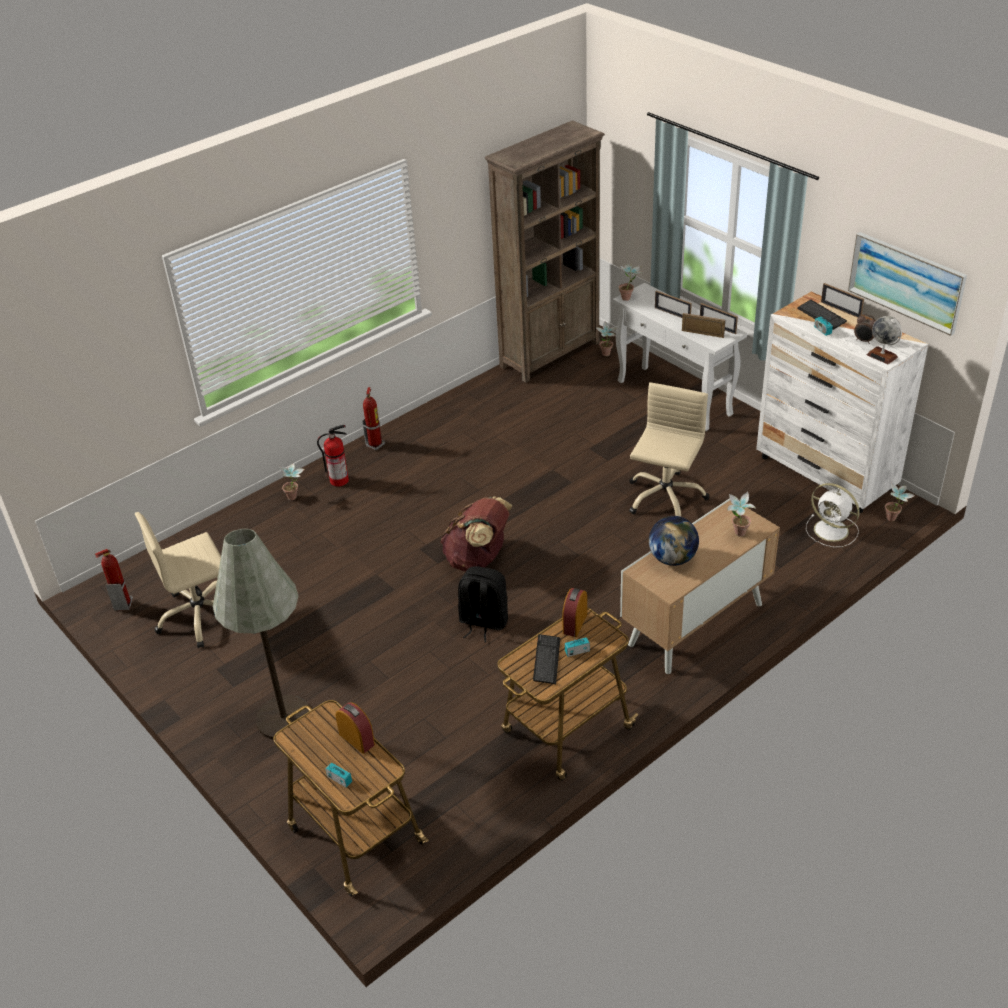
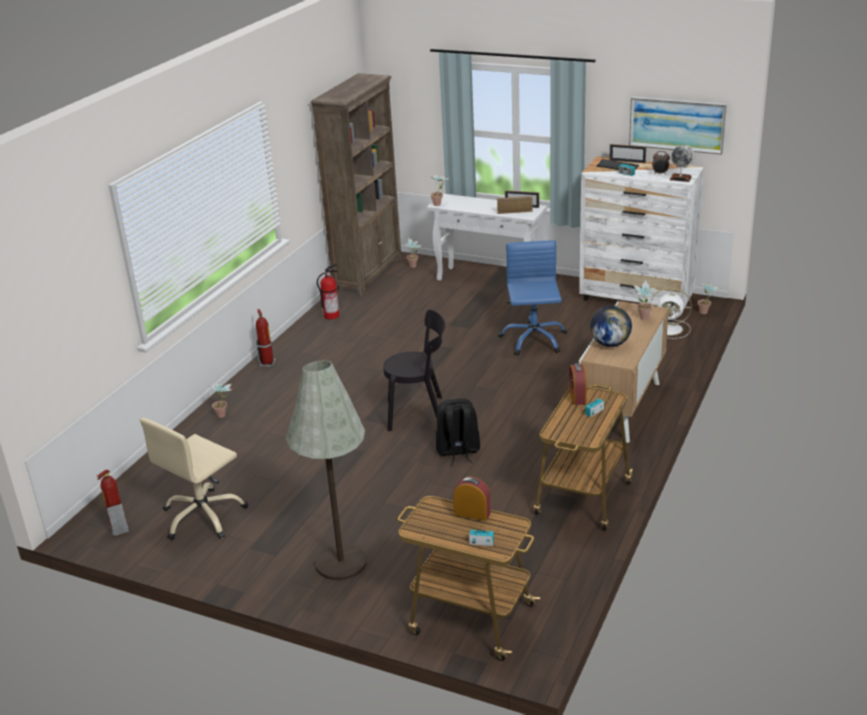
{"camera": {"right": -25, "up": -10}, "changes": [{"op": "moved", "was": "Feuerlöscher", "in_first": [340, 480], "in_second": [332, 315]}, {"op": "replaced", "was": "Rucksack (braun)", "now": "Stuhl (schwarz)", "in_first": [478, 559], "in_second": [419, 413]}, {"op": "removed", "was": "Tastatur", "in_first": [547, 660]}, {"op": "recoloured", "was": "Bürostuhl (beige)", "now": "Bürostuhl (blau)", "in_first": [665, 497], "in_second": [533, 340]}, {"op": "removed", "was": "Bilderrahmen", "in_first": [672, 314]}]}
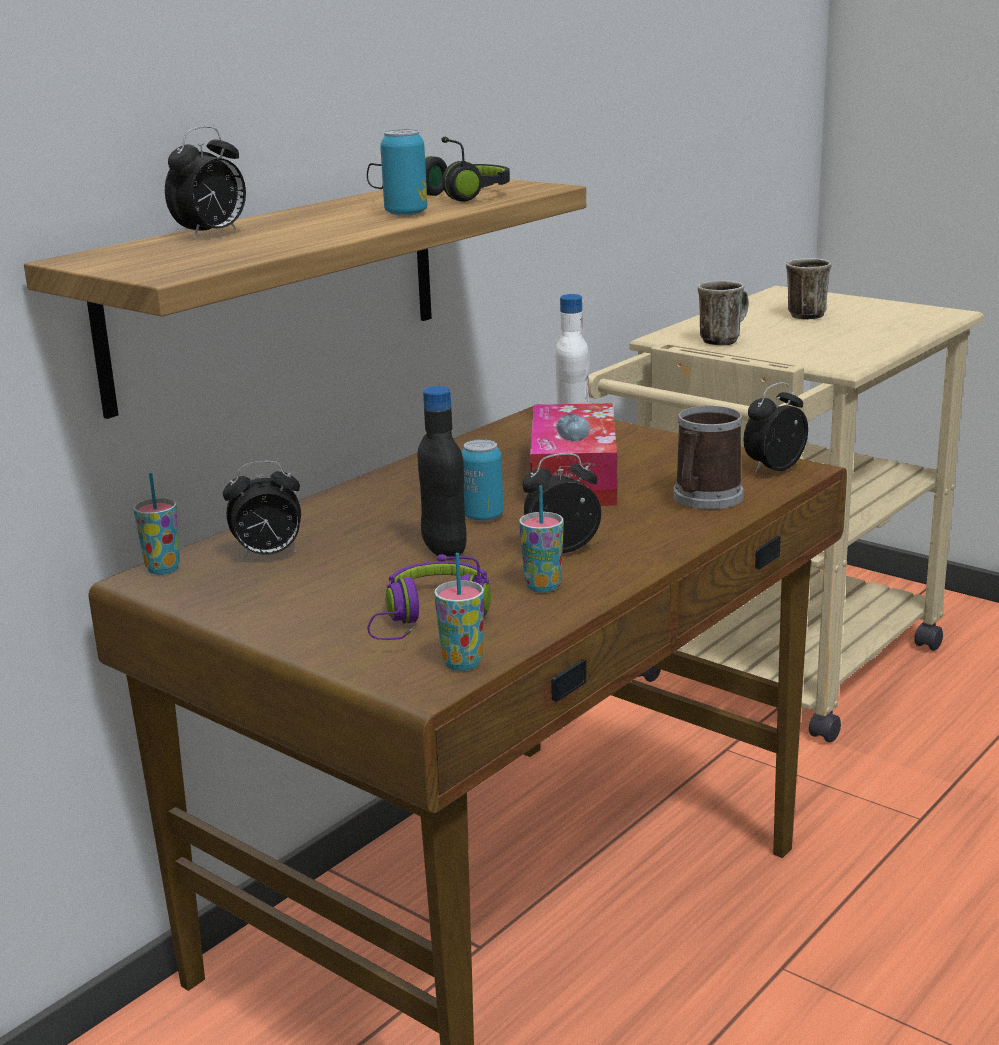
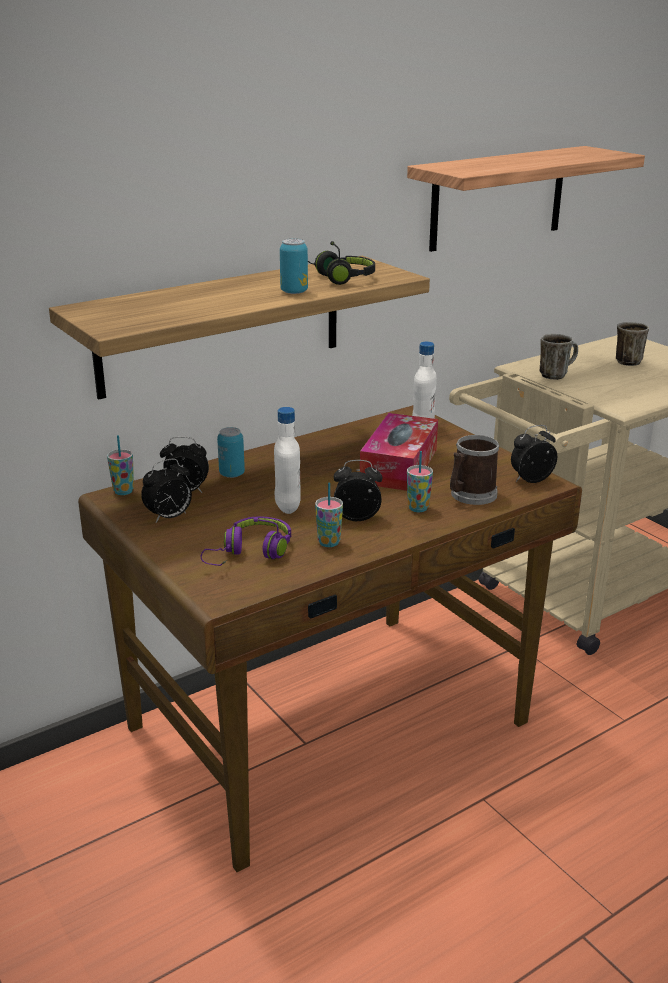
{"camera": {"right": 15, "up": 5}, "changes": [{"op": "moved", "was": "Wecker", "in_first": [211, 234], "in_second": [169, 517]}, {"op": "recoloured", "was": "Flasche (schwarz)", "now": "Flasche (weiß)", "in_first": [444, 550], "in_second": [287, 506]}, {"op": "moved", "was": "Tasse", "in_first": [462, 663], "in_second": [418, 508]}, {"op": "moved", "was": "Dose", "in_first": [483, 516], "in_second": [232, 474]}, {"op": "added", "now": "Wandregal", "in_second": [498, 198]}]}
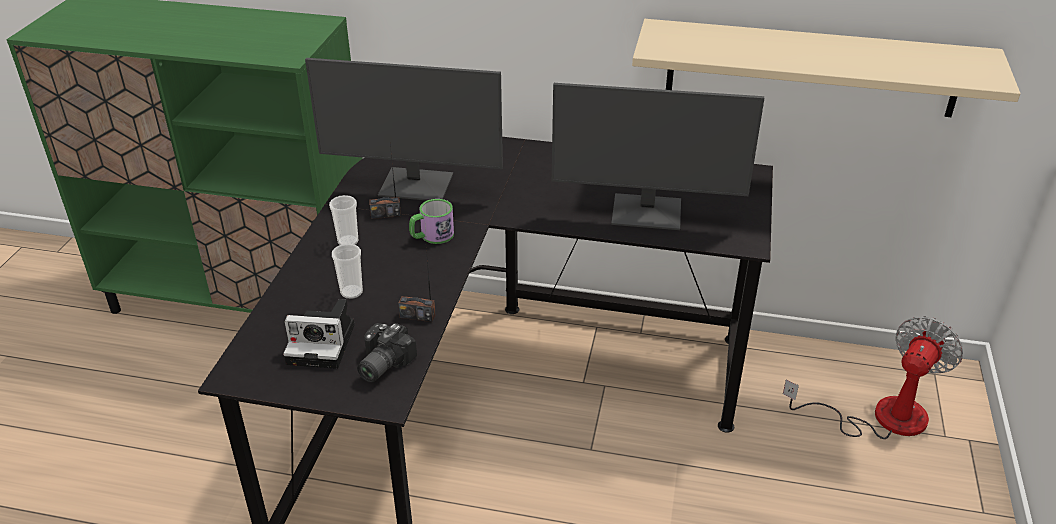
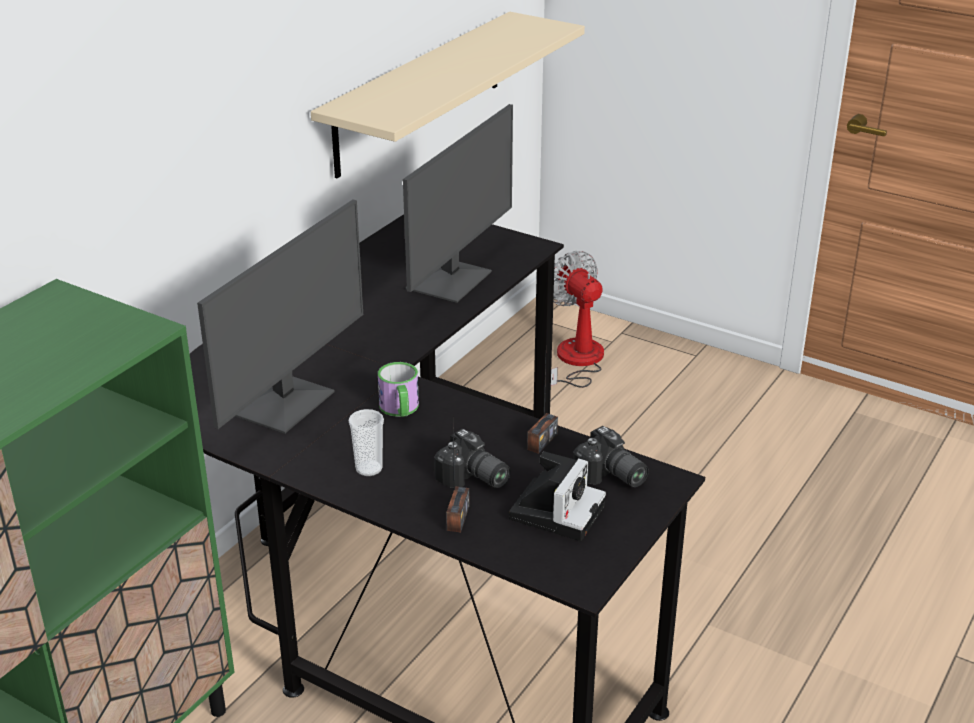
{"camera": {"right": -70, "up": -5}, "changes": [{"op": "replaced", "was": "Tasse", "now": "Kamera", "in_first": [351, 292], "in_second": [473, 479]}, {"op": "moved", "was": "Radio", "in_first": [385, 214], "in_second": [457, 518]}]}
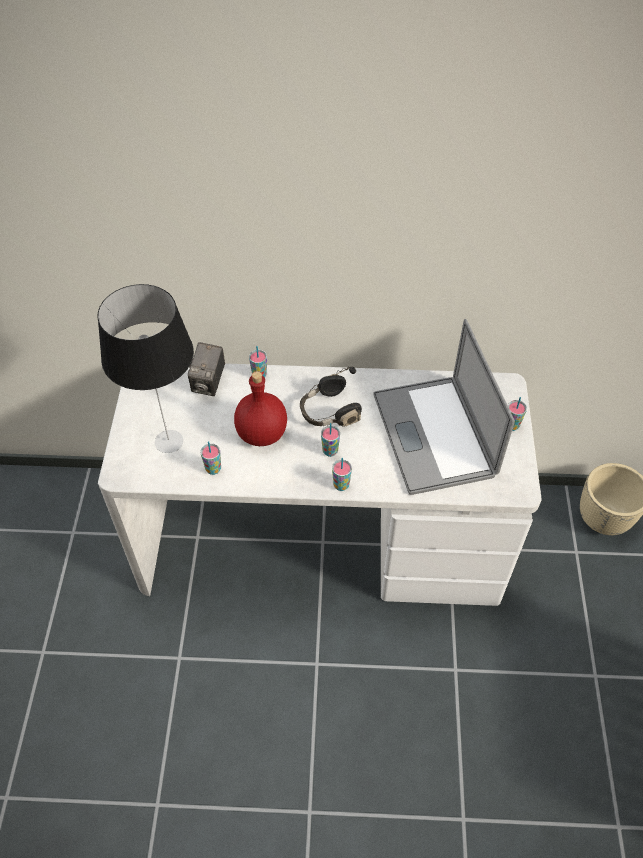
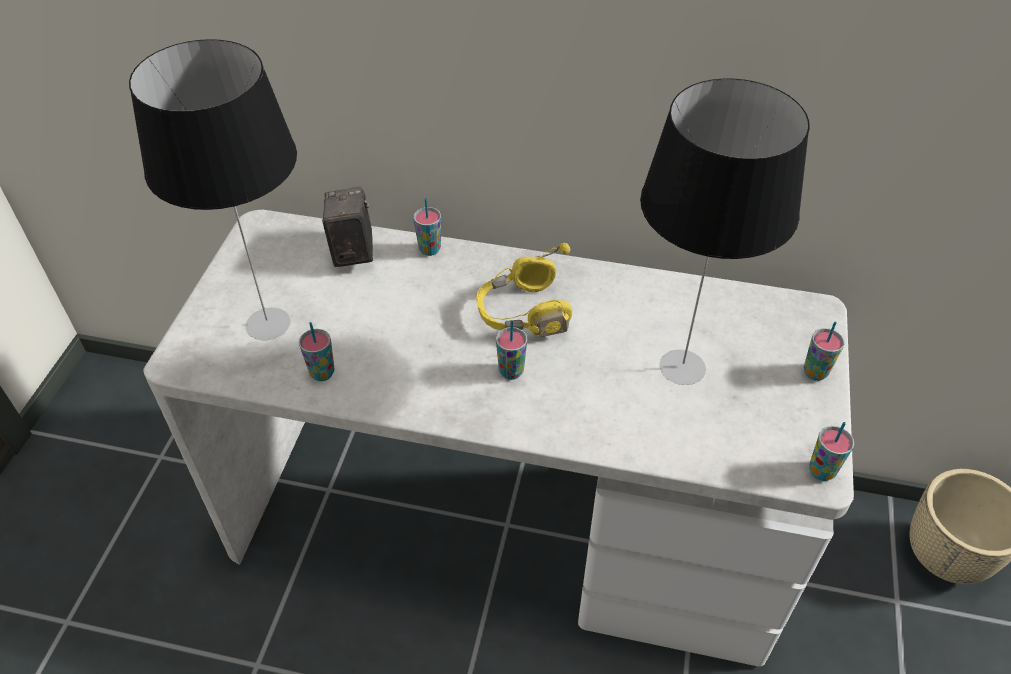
{"camera": {"right": 10, "up": -5}, "changes": [{"op": "turned", "was": "Kamera", "in_first": [209, 383], "in_second": [352, 251], "clockwise": 150}, {"op": "removed", "was": "Flasche (rot)", "in_first": [263, 434]}, {"op": "recoloured", "was": "Kopfhörer (schwarz)", "now": "Kopfhörer (gelb)", "in_first": [329, 411], "in_second": [523, 313]}, {"op": "moved", "was": "Tasse", "in_first": [341, 485], "in_second": [821, 471]}, {"op": "replaced", "was": "Laptop", "now": "Tischlampe", "in_first": [433, 434], "in_second": [683, 368]}]}
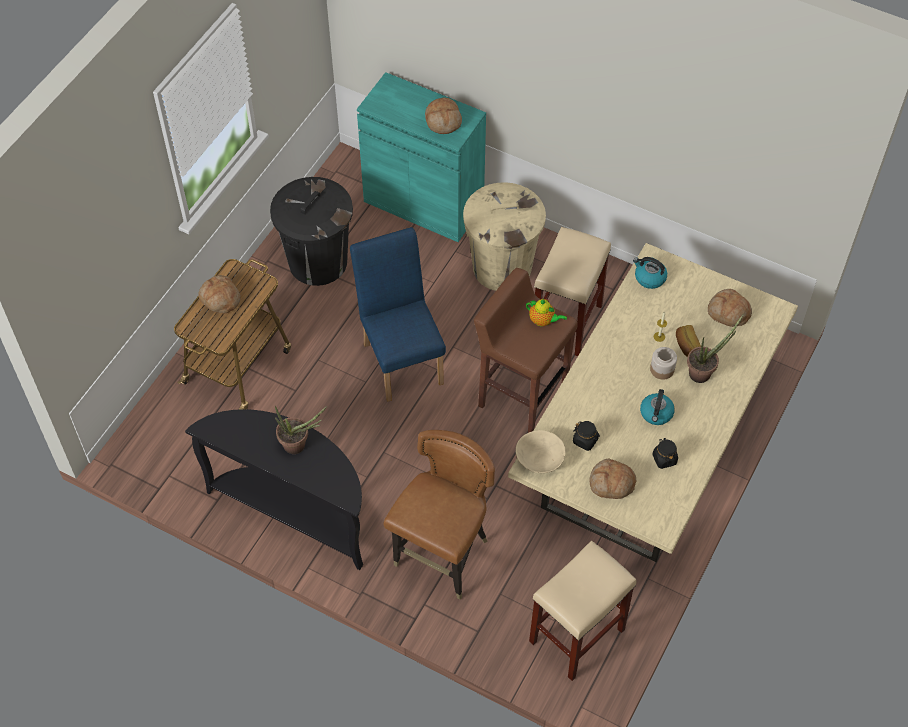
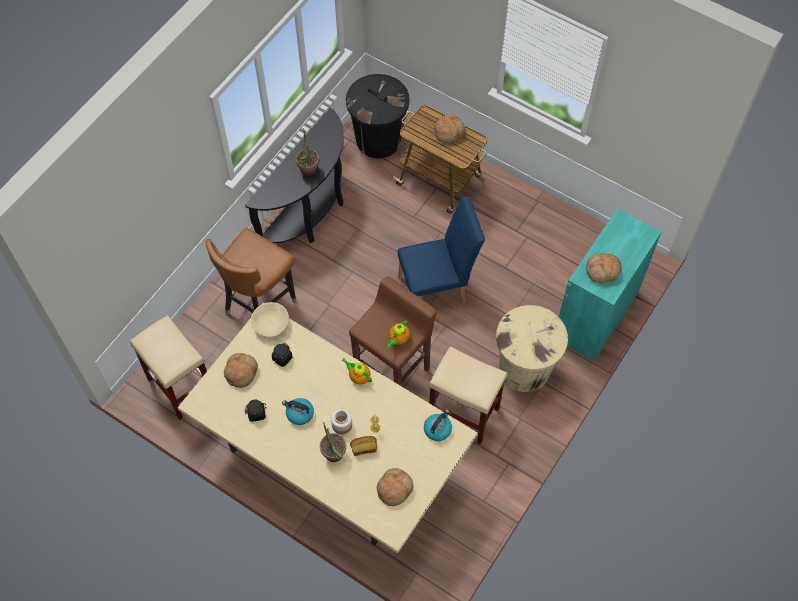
{"camera": {"right": 95, "up": 5}, "changes": [{"op": "moved", "was": "Mülleimer (schwarz)", "in_first": [317, 262], "in_second": [378, 139]}, {"op": "turned", "was": "Stuhl (braun)", "in_first": [443, 557], "in_second": [259, 304], "clockwise": 90}, {"op": "added", "now": "Teekanne", "in_second": [358, 377]}]}
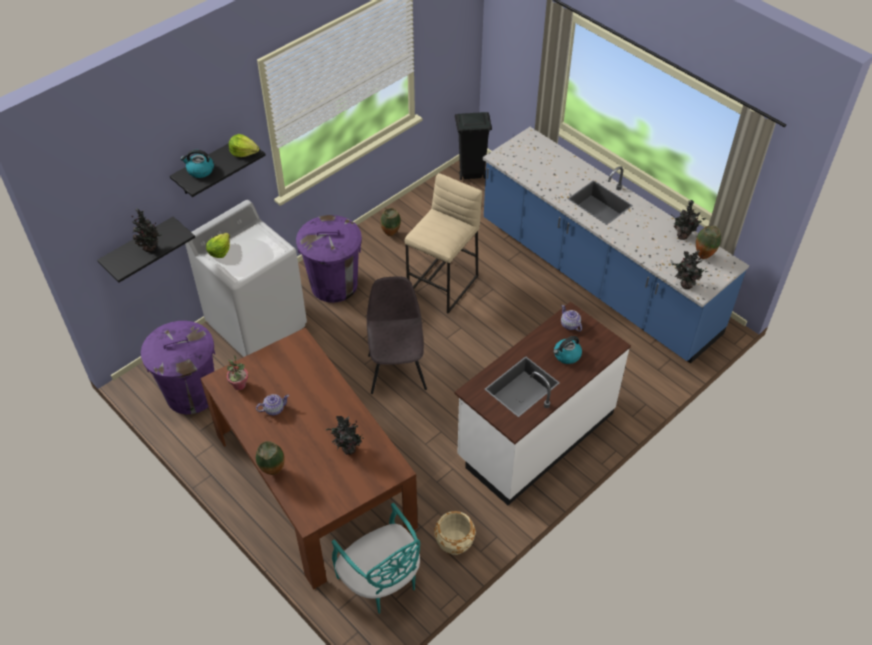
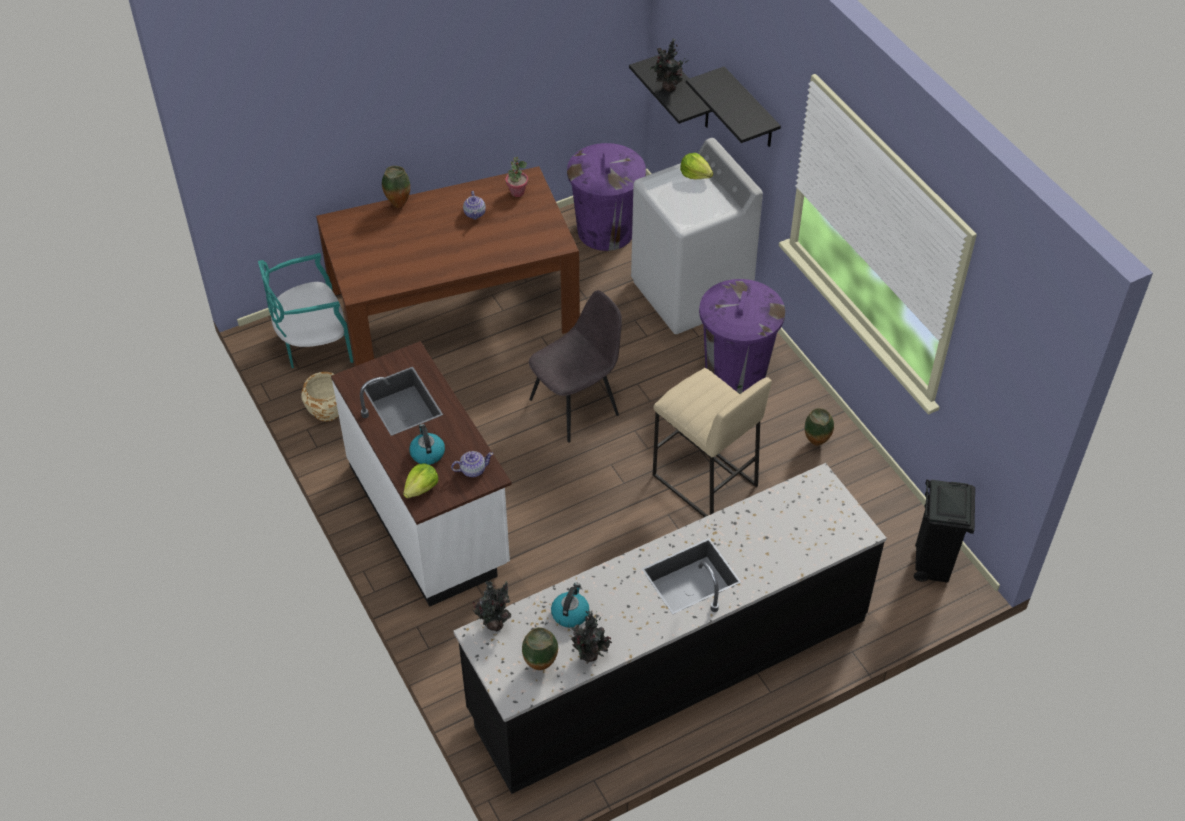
{"camera": {"right": 105, "up": 0}, "changes": [{"op": "moved", "was": "Wasserkessel", "in_first": [200, 170], "in_second": [570, 613]}, {"op": "moved", "was": "Salatkopf", "in_first": [244, 152], "in_second": [421, 488]}, {"op": "removed", "was": "Topfpflanze", "in_first": [347, 449]}, {"op": "turned", "was": "Stuhl (grau)", "in_first": [397, 370], "in_second": [576, 406], "clockwise": -45}, {"op": "recoloured", "was": "Küchenzeile (blau)", "now": "Küchenzeile (schwarz)", "in_first": [596, 277], "in_second": [669, 665]}]}
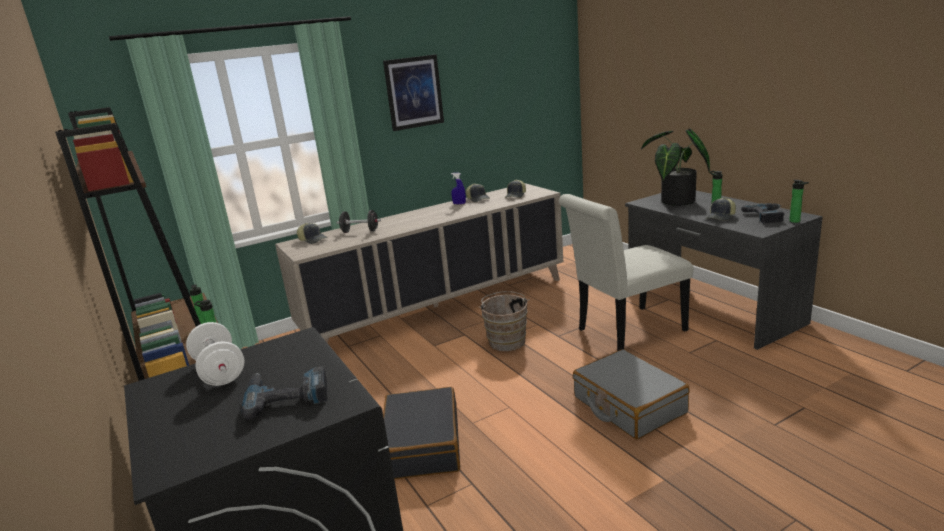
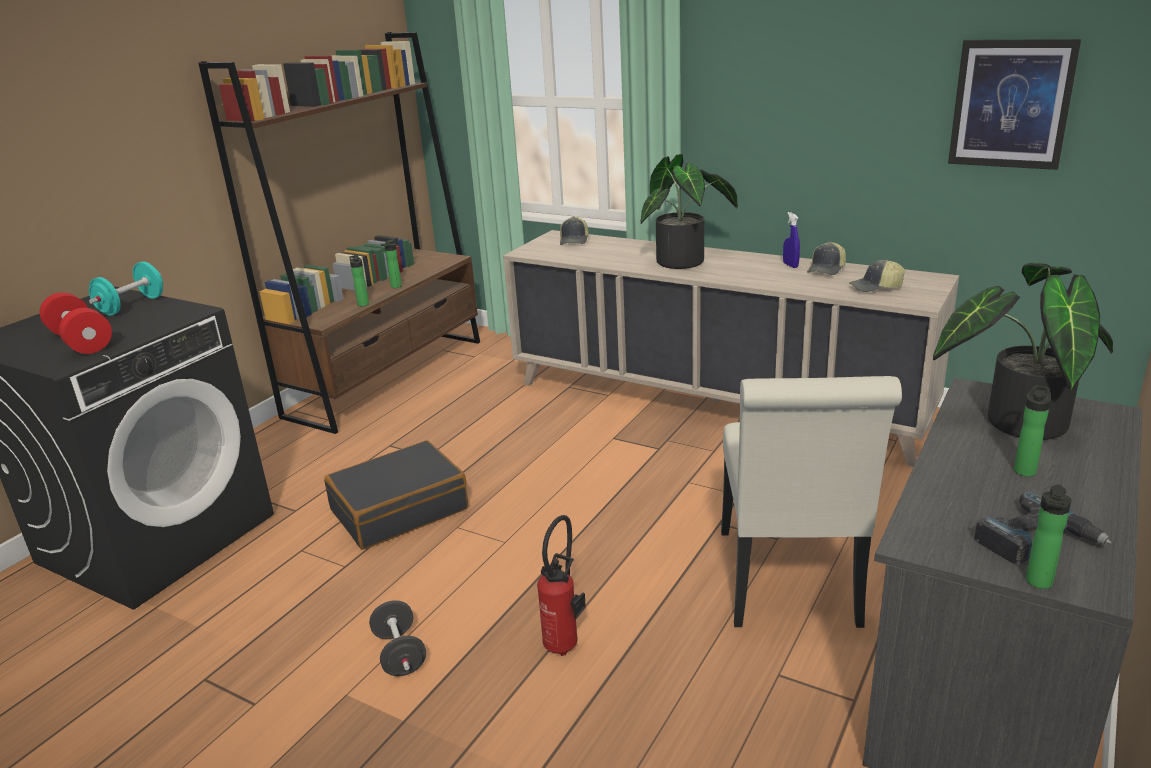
{"camera": {"right": 60, "up": 5}, "changes": [{"op": "recoloured", "was": "Hantel (weiß)", "now": "Hantel (türkis)", "in_first": [219, 371], "in_second": [132, 306]}, {"op": "replaced", "was": "Bohrmaschine", "now": "Hantel (rot)", "in_first": [287, 396], "in_second": [81, 341]}, {"op": "moved", "was": "Hantel (schwarz)", "in_first": [360, 231], "in_second": [400, 654]}, {"op": "moved", "was": "Bild", "in_first": [414, 92], "in_second": [1011, 104]}, {"op": "removed", "was": "Eimer (braun)", "in_first": [506, 340]}, {"op": "turned", "was": "Stuhl (weiß)", "in_first": [626, 332], "in_second": [789, 585], "clockwise": -120}, {"op": "replaced", "was": "Koffer (grau)", "now": "Feuerlöscher", "in_first": [628, 405], "in_second": [565, 643]}, {"op": "removed", "was": "Kappe", "in_first": [721, 217]}, {"op": "added", "now": "Topfpflanze", "in_second": [686, 262]}]}
